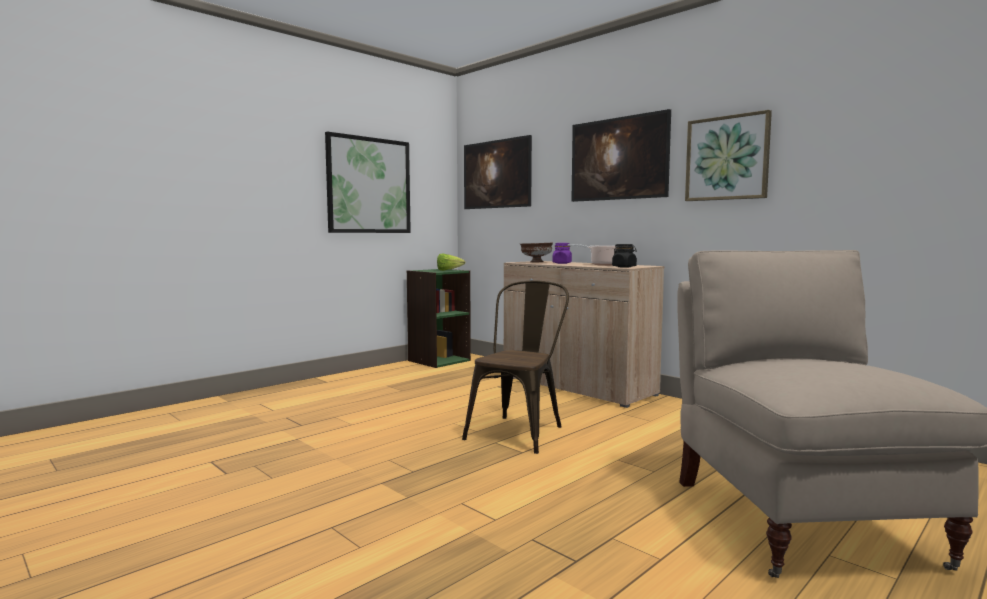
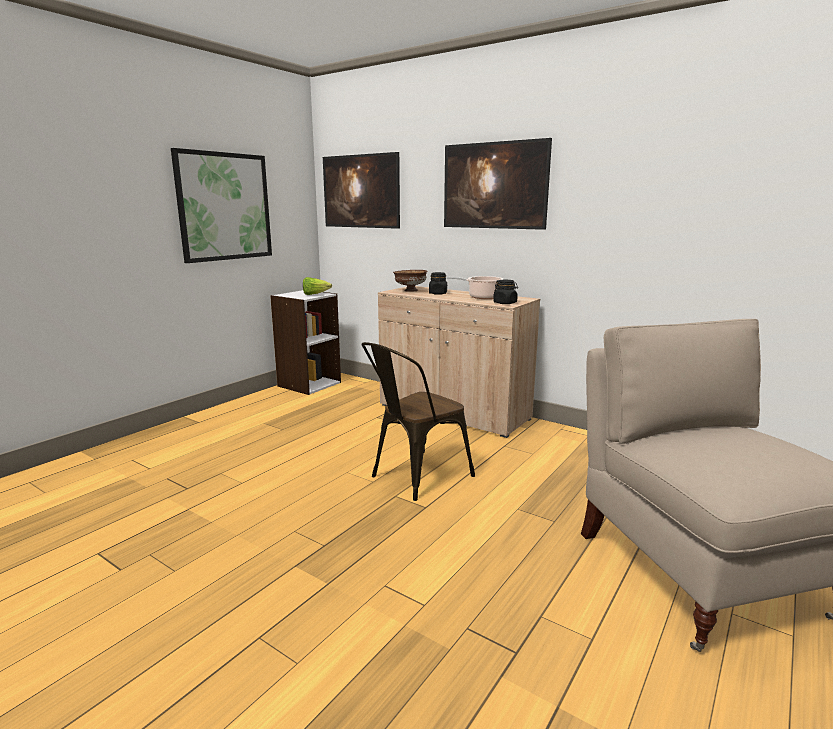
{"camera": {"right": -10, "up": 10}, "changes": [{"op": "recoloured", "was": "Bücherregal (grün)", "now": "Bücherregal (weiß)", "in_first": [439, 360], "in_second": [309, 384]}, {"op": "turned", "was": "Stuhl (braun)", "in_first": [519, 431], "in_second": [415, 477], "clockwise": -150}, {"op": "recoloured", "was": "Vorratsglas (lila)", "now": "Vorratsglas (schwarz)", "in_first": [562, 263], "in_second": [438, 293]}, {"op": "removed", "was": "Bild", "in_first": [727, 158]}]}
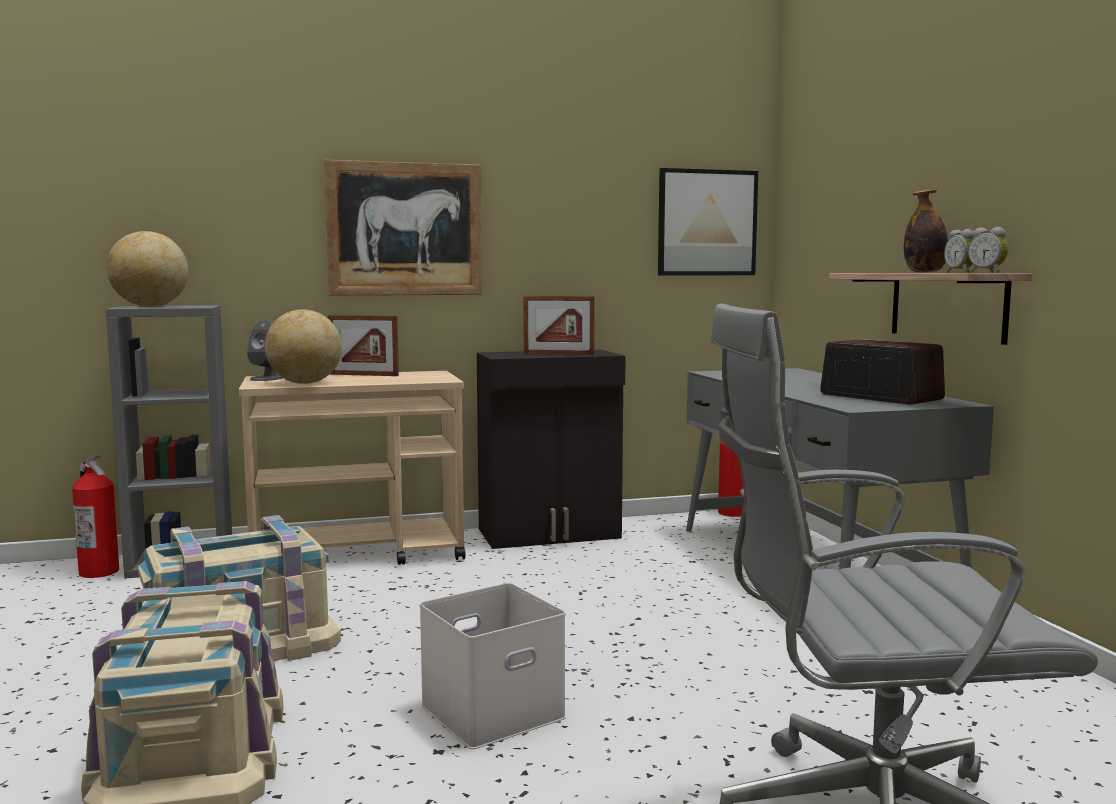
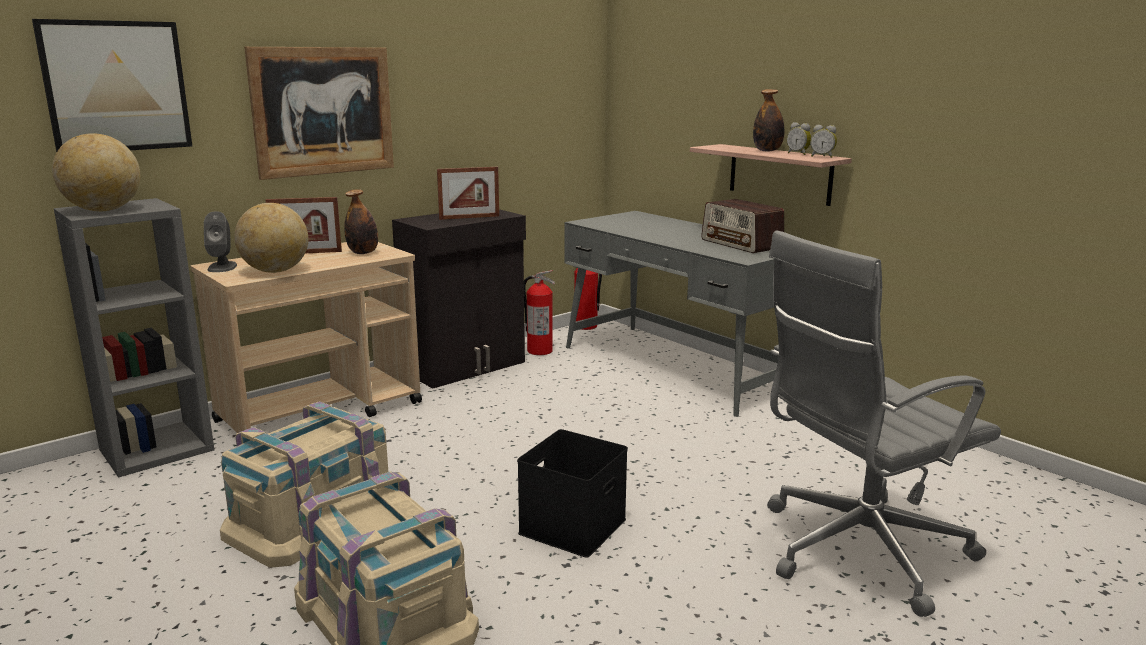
{"camera": {"right": -25, "up": 10}, "changes": [{"op": "moved", "was": "Feuerlöscher", "in_first": [99, 572], "in_second": [539, 351]}, {"op": "recoloured", "was": "Aufbewahrungsbox (weiß)", "now": "Aufbewahrungsbox (schwarz)", "in_first": [493, 710], "in_second": [572, 525]}, {"op": "moved", "was": "Bild", "in_first": [707, 223], "in_second": [116, 86]}, {"op": "turned", "was": "Radio", "in_first": [880, 397], "in_second": [741, 244], "clockwise": -150}, {"op": "added", "now": "Flasche", "in_second": [363, 253]}]}
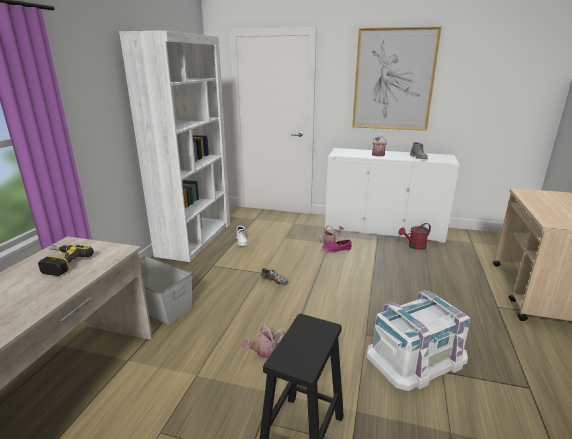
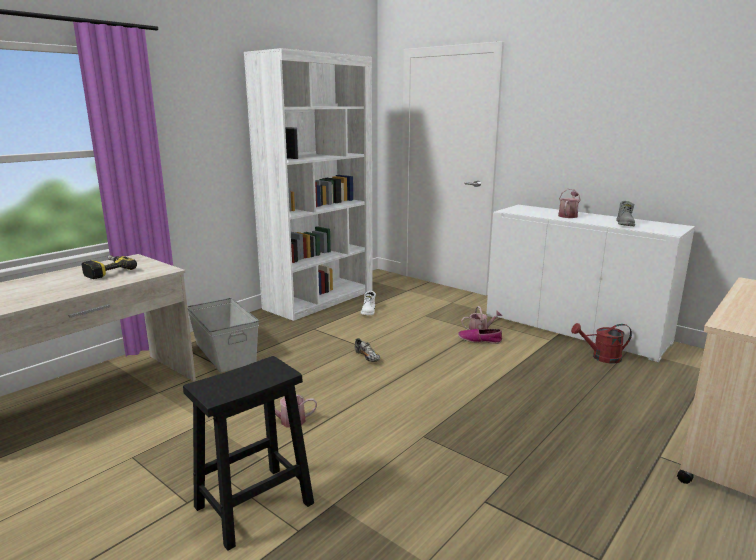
{"camera": {"right": 25, "up": -5}, "changes": [{"op": "removed", "was": "Bild", "in_first": [393, 80]}, {"op": "removed", "was": "Aufbewahrungsbox (weiß)", "in_first": [415, 356]}]}
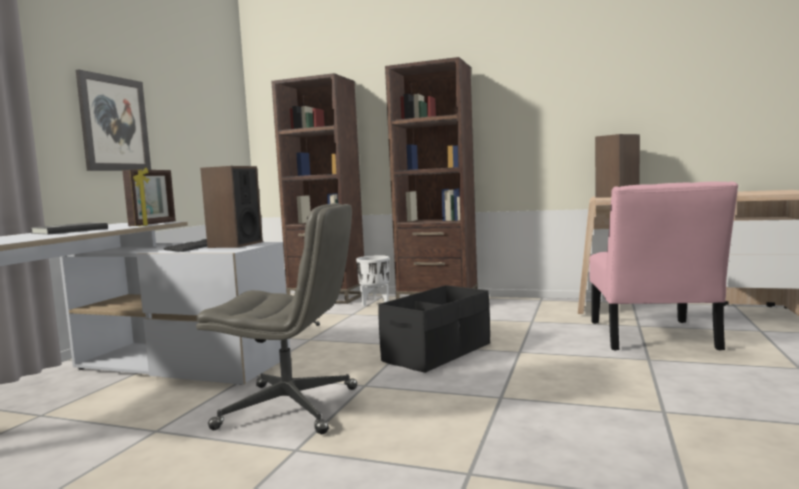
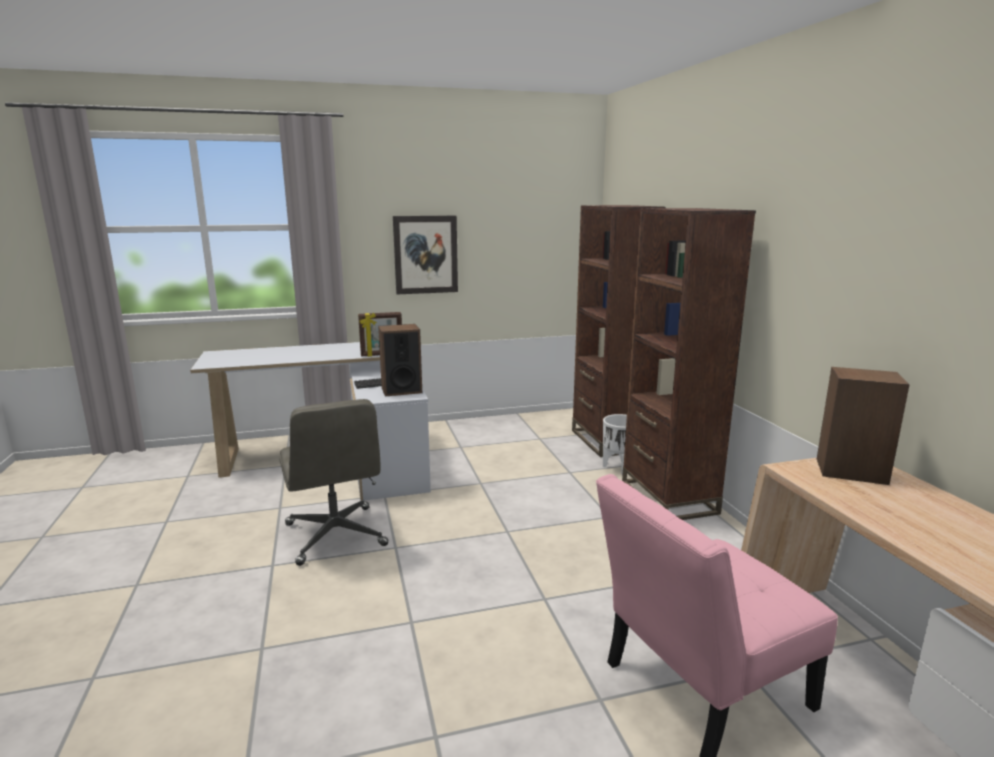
{"camera": {"right": 55, "up": 10}, "changes": [{"op": "removed", "was": "Buch (grau)", "in_first": [68, 231]}, {"op": "removed", "was": "Aufbewahrungsbox (schwarz)", "in_first": [438, 352]}]}
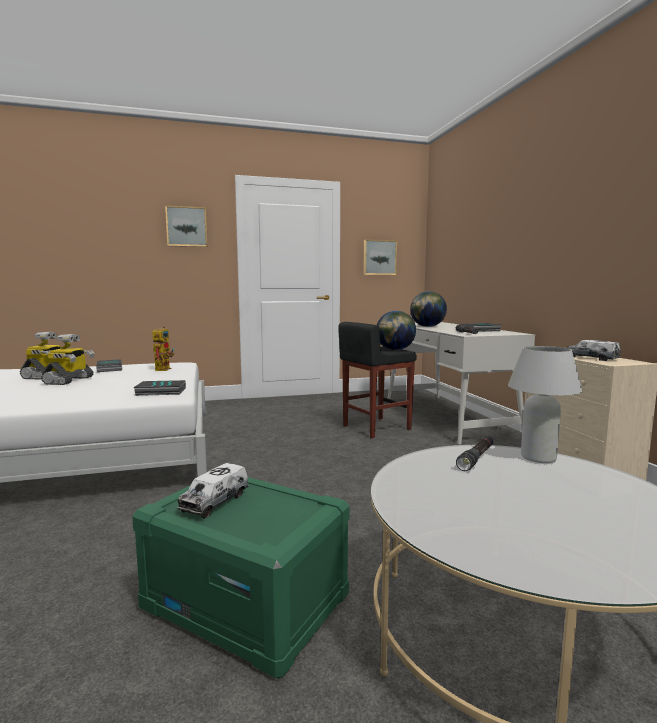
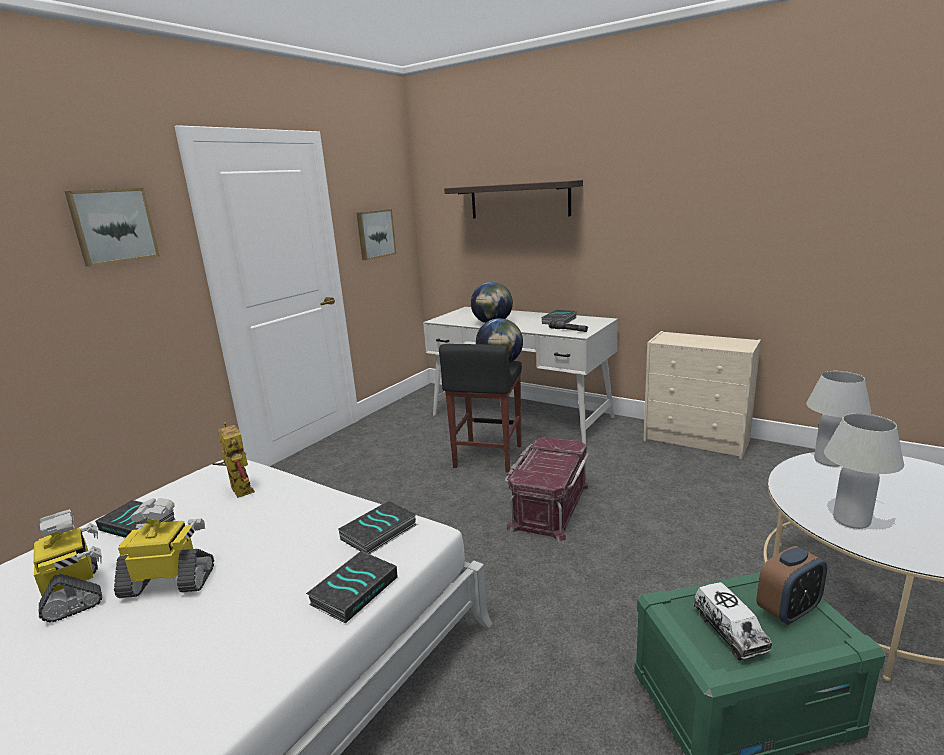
{"camera": {"right": -40, "up": 10}, "changes": [{"op": "turned", "was": "Spielzeugroboter", "in_first": [69, 380], "in_second": [170, 582], "clockwise": -60}, {"op": "removed", "was": "Taschenlampe (schwarz)", "in_first": [476, 458]}, {"op": "removed", "was": "Spielzeuglaster", "in_first": [592, 358]}, {"op": "added", "now": "Buch", "in_second": [354, 590]}, {"op": "added", "now": "Wandregal", "in_second": [519, 200]}, {"op": "added", "now": "Aufbewahrungsbox (rot)", "in_second": [548, 506]}, {"op": "added", "now": "Wecker", "in_second": [788, 611]}, {"op": "added", "now": "Tischlampe (weiß)", "in_second": [851, 520]}]}
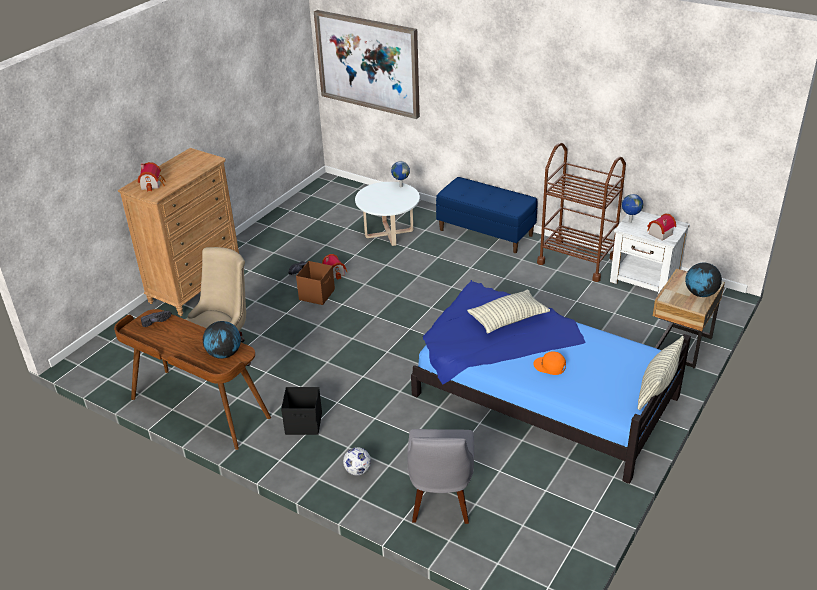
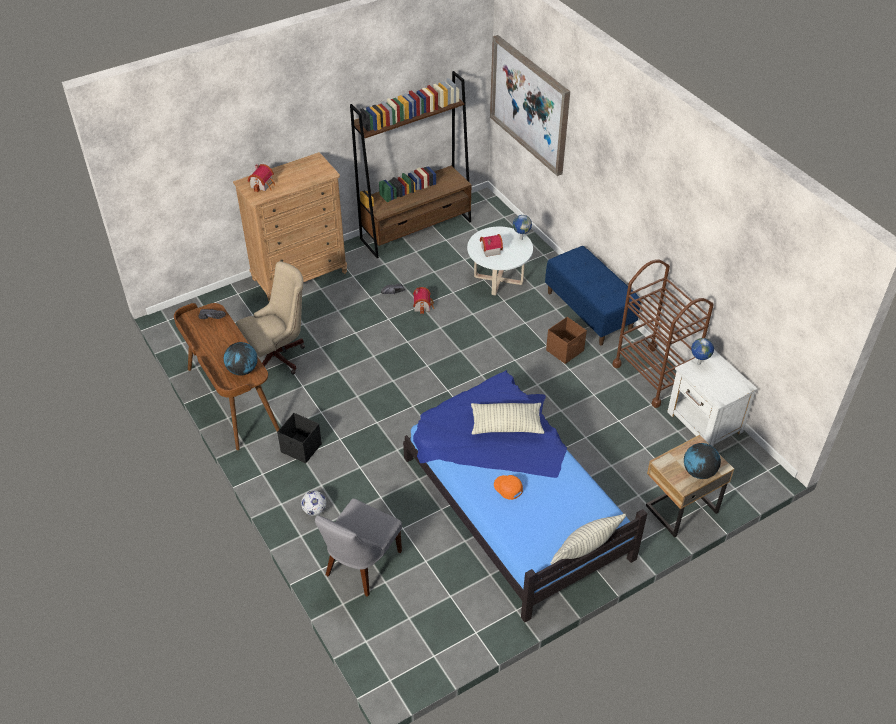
{"camera": {"right": 25, "up": 10}, "changes": [{"op": "moved", "was": "Aufbewahrungsbox (braun)", "in_first": [317, 294], "in_second": [565, 350]}, {"op": "moved", "was": "Spielzeughaus", "in_first": [659, 233], "in_second": [490, 250]}, {"op": "added", "now": "Bücherregal (braun)", "in_second": [416, 230]}]}
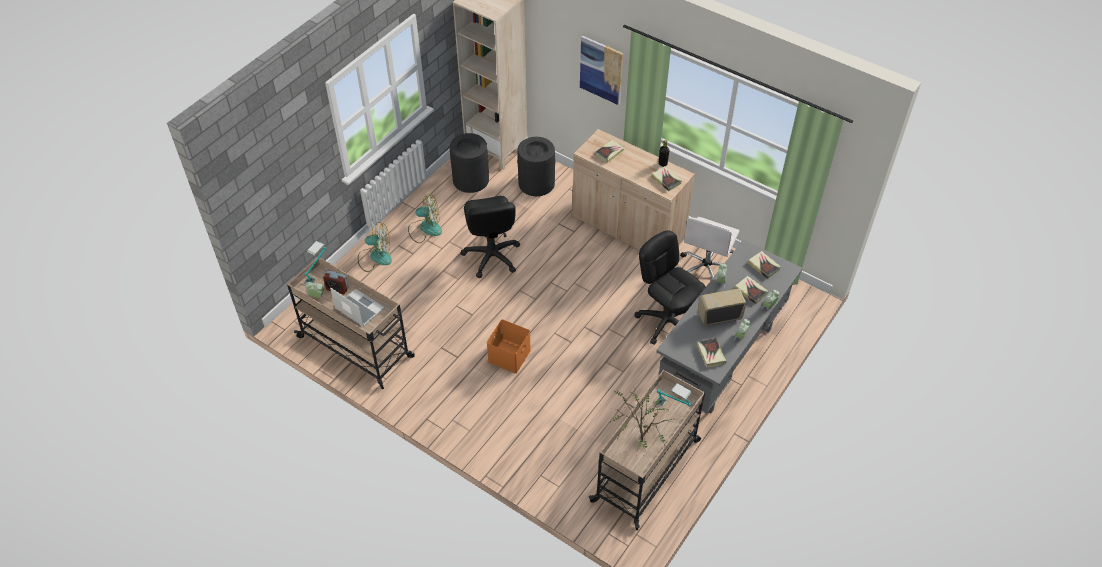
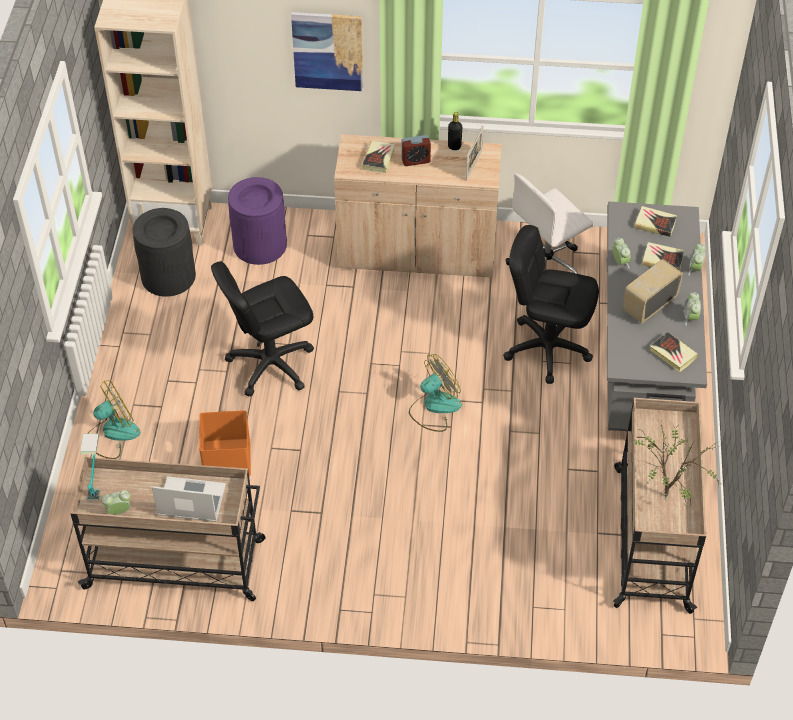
{"camera": {"right": -30, "up": 0}, "changes": [{"op": "moved", "was": "Wecker", "in_first": [337, 289], "in_second": [415, 160]}, {"op": "moved", "was": "Ventilator", "in_first": [425, 228], "in_second": [434, 407]}, {"op": "turned", "was": "Bürostuhl (schwarz)", "in_first": [491, 256], "in_second": [270, 364], "clockwise": 105}, {"op": "moved", "was": "Aufbewahrungsbox (orange)", "in_first": [509, 356], "in_second": [228, 459]}, {"op": "recoloured", "was": "Mülleimer (schwarz)", "now": "Mülleimer (lila)", "in_first": [536, 183], "in_second": [260, 245]}, {"op": "replaced", "was": "Buch", "now": "Bilderrahmen", "in_first": [666, 180], "in_second": [473, 165]}, {"op": "removed", "was": "Tischlampe", "in_first": [672, 408]}, {"op": "turned", "was": "Bürostuhl (weiß)", "in_first": [706, 269], "in_second": [547, 264], "clockwise": 60}]}
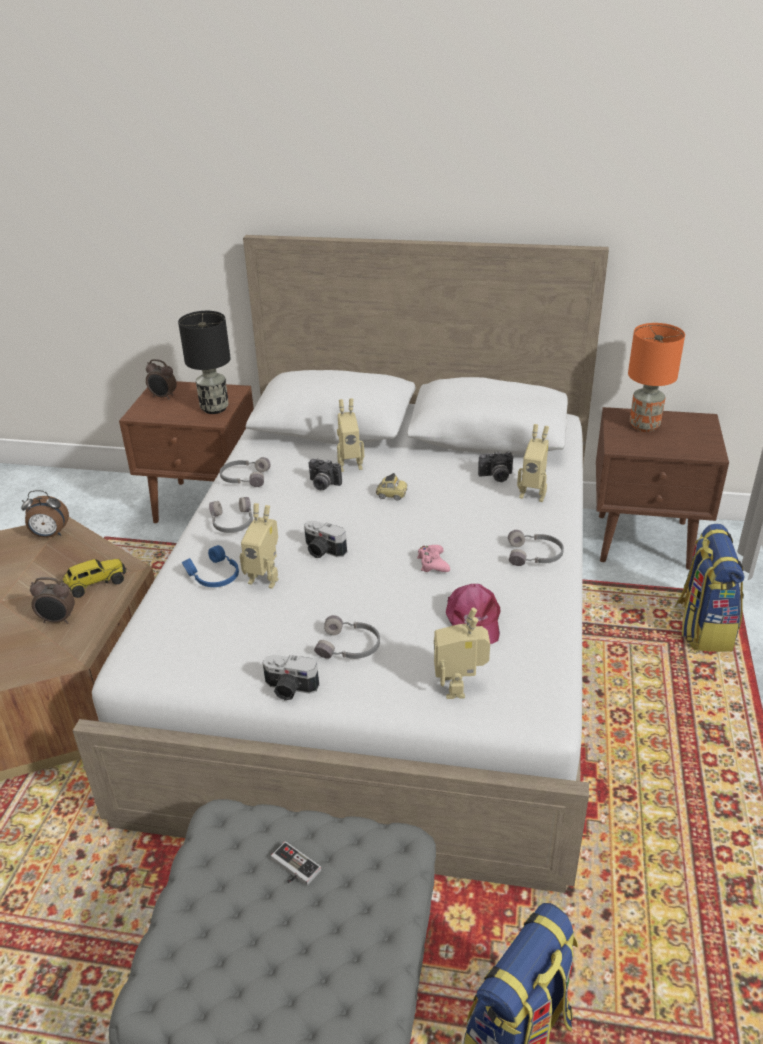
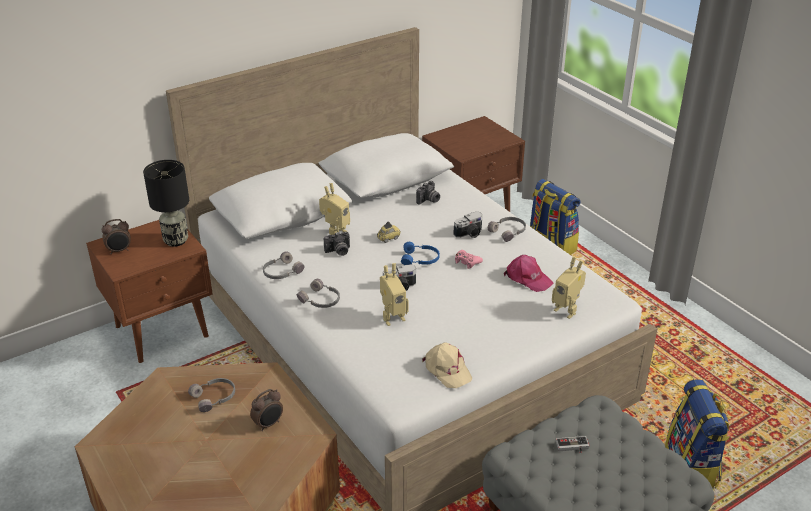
{"camera": {"right": -45, "up": 0}, "changes": [{"op": "removed", "was": "Wecker", "in_first": [50, 535]}, {"op": "removed", "was": "Spielzeuglaster", "in_first": [95, 584]}, {"op": "moved", "was": "Kopfhörer (blau)", "in_first": [214, 576], "in_second": [420, 259]}, {"op": "moved", "was": "Kamera", "in_first": [289, 689], "in_second": [469, 234]}, {"op": "moved", "was": "Kopfhörer (grau)", "in_first": [349, 647], "in_second": [214, 398]}, {"op": "removed", "was": "Spielzeugroboter", "in_first": [533, 493]}, {"op": "removed", "was": "Tischlampe (orange)", "in_first": [644, 426]}, {"op": "added", "now": "Kappe (beige)", "in_second": [447, 370]}]}
